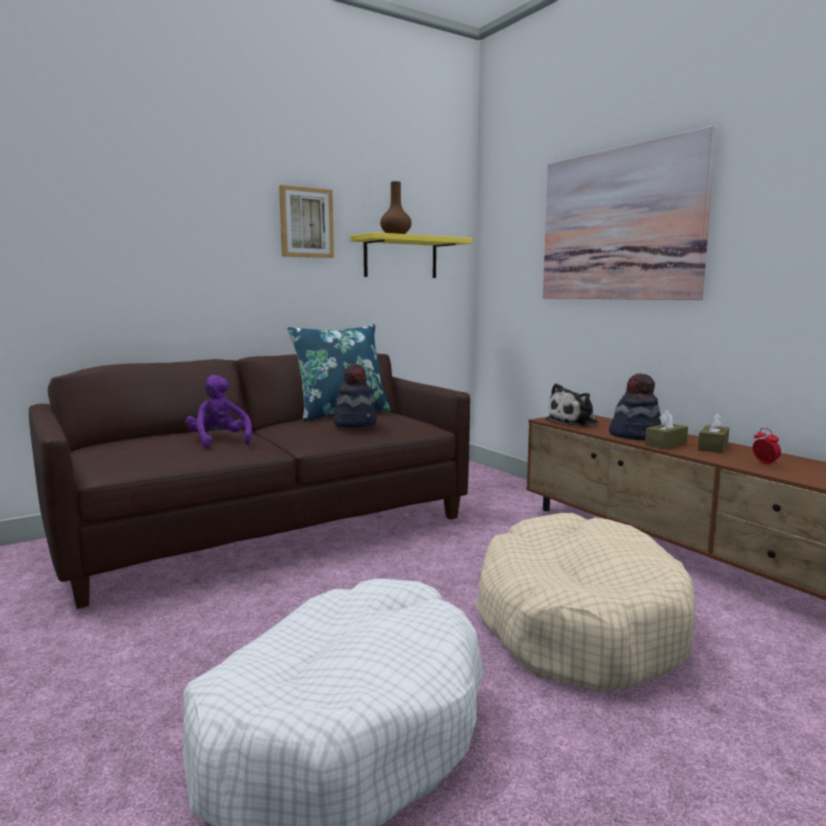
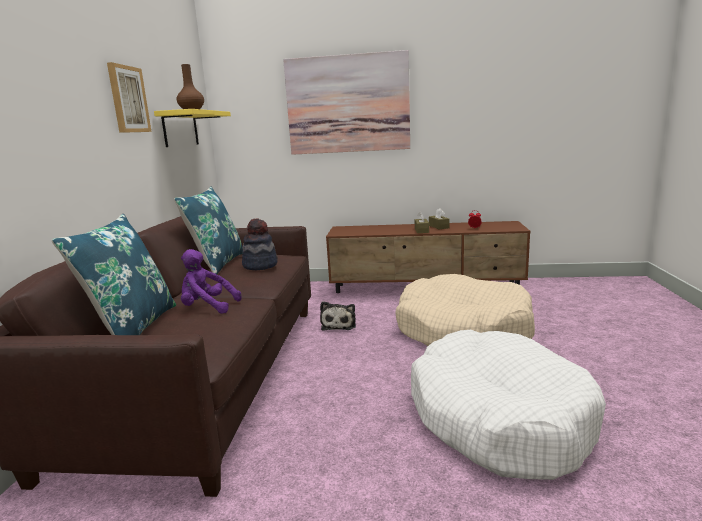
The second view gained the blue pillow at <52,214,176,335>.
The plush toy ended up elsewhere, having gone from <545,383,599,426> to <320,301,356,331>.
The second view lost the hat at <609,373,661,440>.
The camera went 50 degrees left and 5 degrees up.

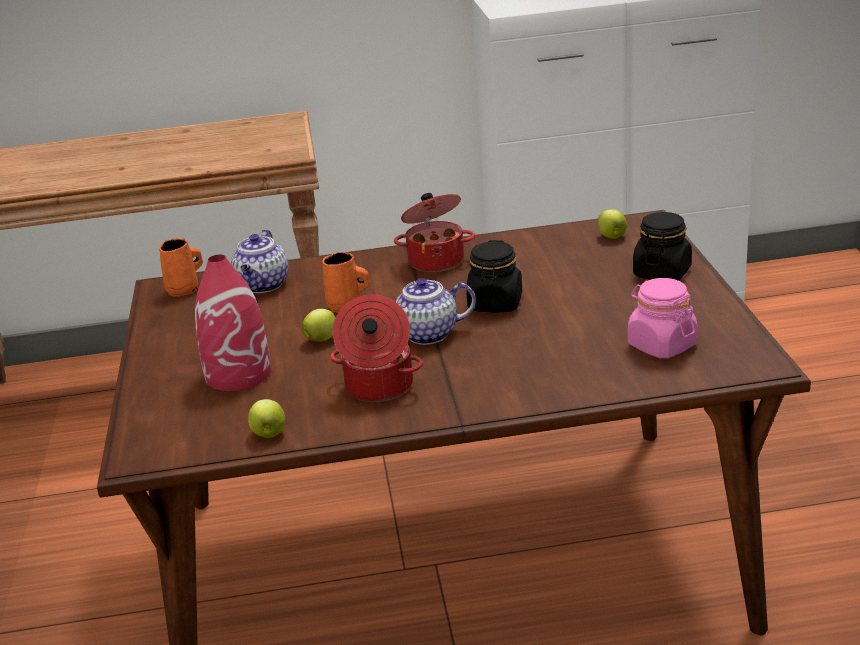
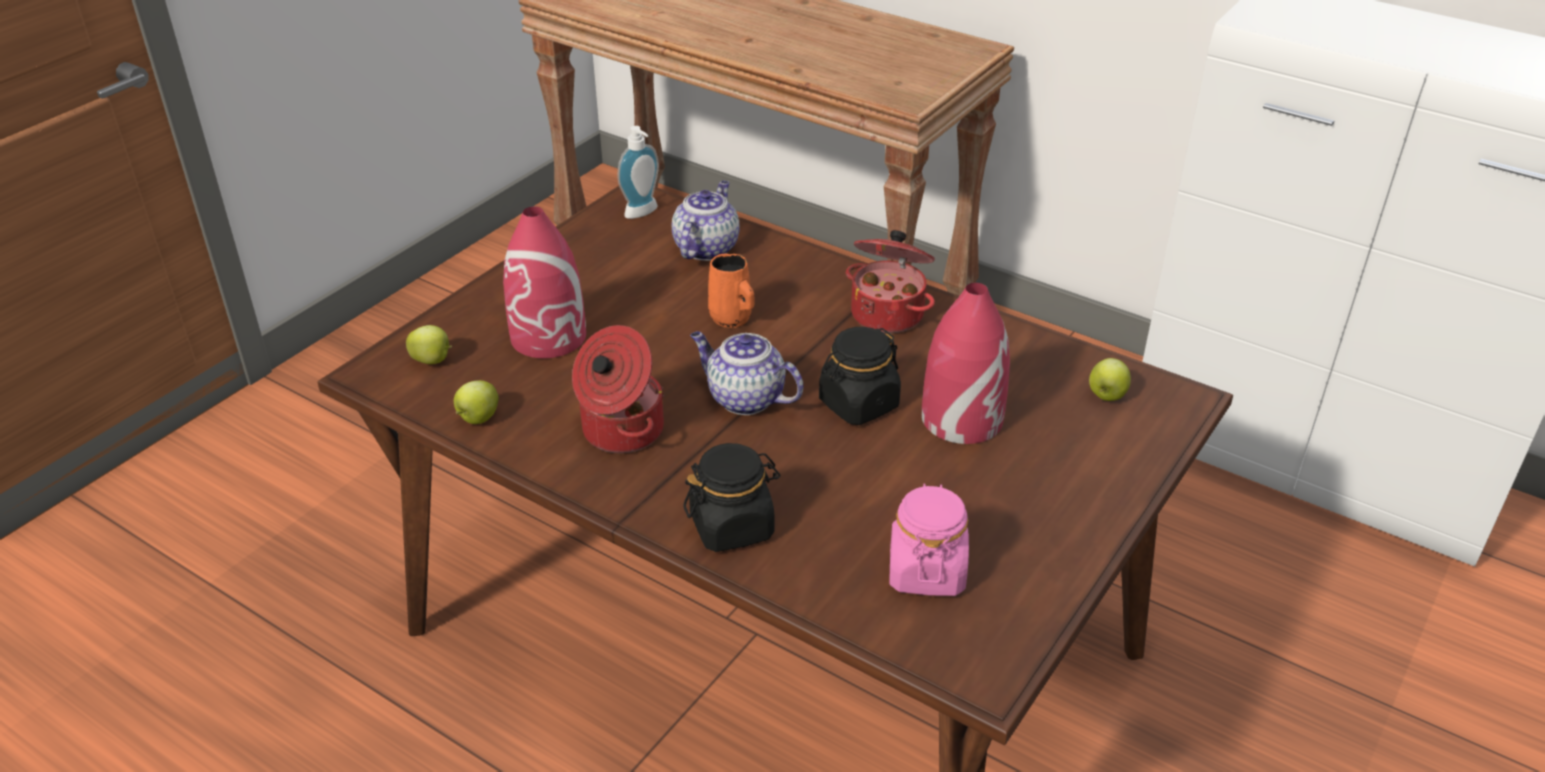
The apple ended up elsewhere, having gone from <302,309,335,342> to <406,325,452,364>.
Where the orange mug stood at <159,238,203,297>, the soap dispenser came to stand at <618,126,659,219>.
The teapot at <231,229,289,293> ended up facing another way, 150 degrees clockwise from before.
The black jar ended up elsewhere, having gone from <633,212,692,281> to <683,443,781,552>.
The second view gained the red vase at <922,283,1010,444>.
The camera went 40 degrees right and 10 degrees up.

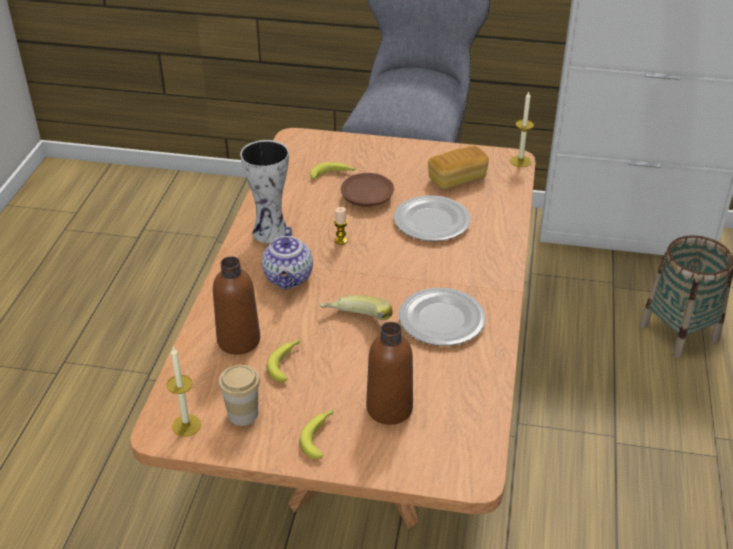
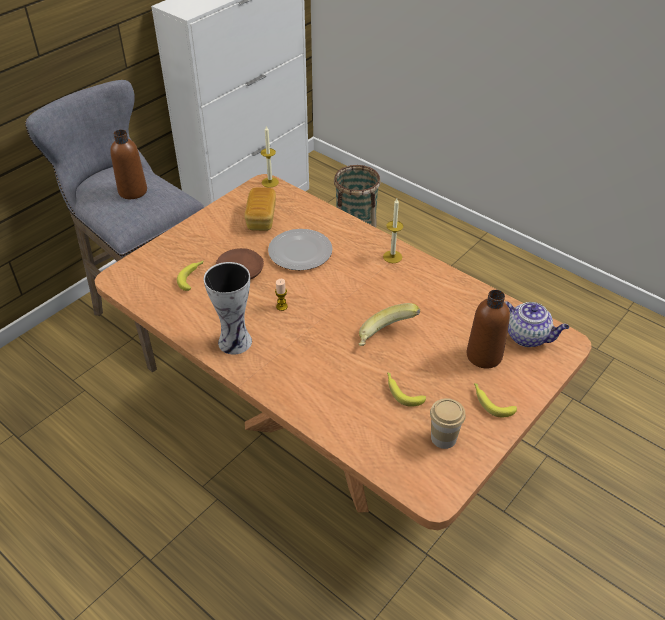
The brown bottle ended up elsewhere, having gone from <213,256,260,355> to <110,130,147,199>.
The candle ended up elsewhere, having gone from <167,347,201,437> to <383,199,403,263>.
The teapot ended up elsewhere, having gone from <262,226,313,290> to <505,301,569,347>.
The second view lost the plate at <399,288,486,346>.
The camera went 60 degrees left and 5 degrees up.

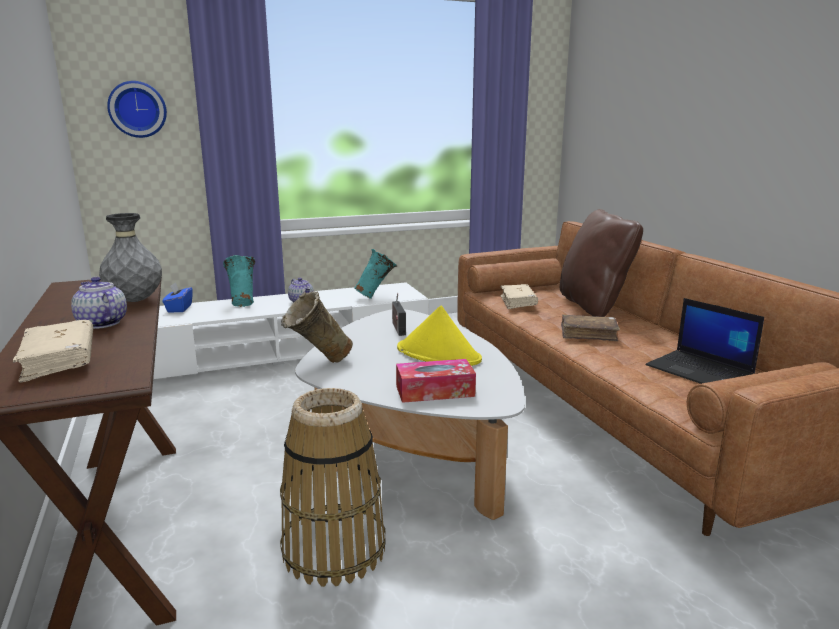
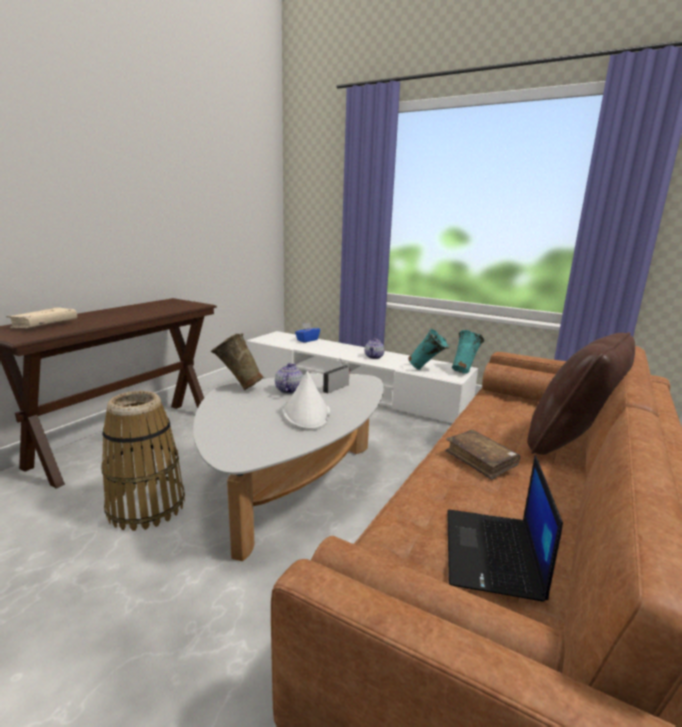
The teapot ended up elsewhere, having gone from <71,277,127,329> to <275,363,304,394>.
What was the yellow hat at <397,305,482,366> turned into the white hat at <282,371,330,431>.
The turquoise vase ended up elsewhere, having gone from <223,255,255,307> to <452,330,484,374>.
The second view lost the grey vase at <99,213,162,302>.
The second view lost the wall clock at <107,81,167,138>.
The second view lost the tissue box at <396,359,476,403>.
The second view lost the beige book at <500,284,538,309>.
The camera went 50 degrees right and 0 degrees up.

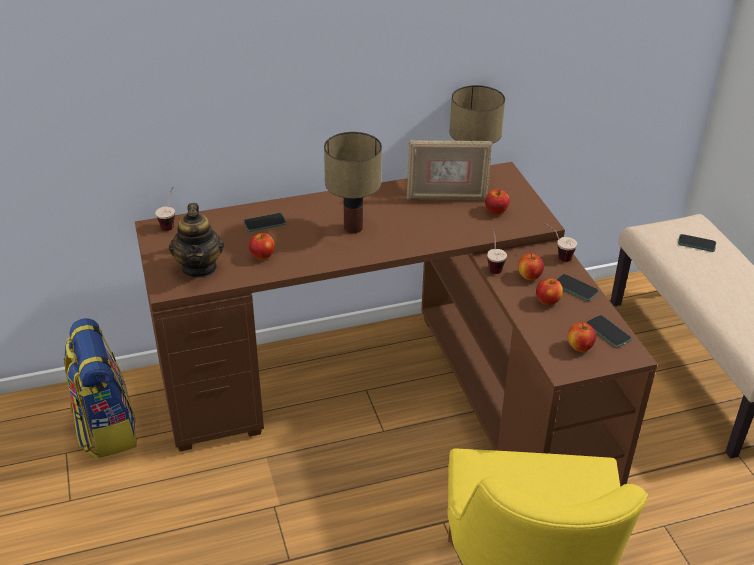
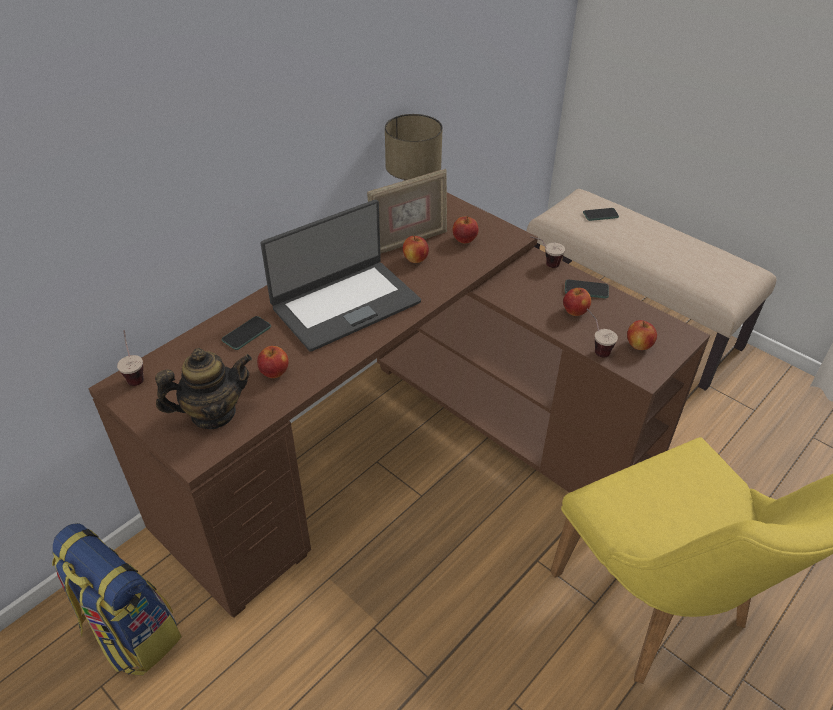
The teapot at <169,203,224,278> ended up facing another way, 75 degrees counterclockwise from before.
Where the table lamp stood at <324,132,382,233>, the laptop came to stand at <261,200,421,352>.
The apple ended up elsewhere, having gone from <518,253,544,280> to <403,236,429,263>.
The cup ended up elsewhere, having gone from <487,228,507,274> to <587,308,618,358>.
The second view lost the phone at <586,315,632,348>.
The camera went 30 degrees left and 5 degrees up.

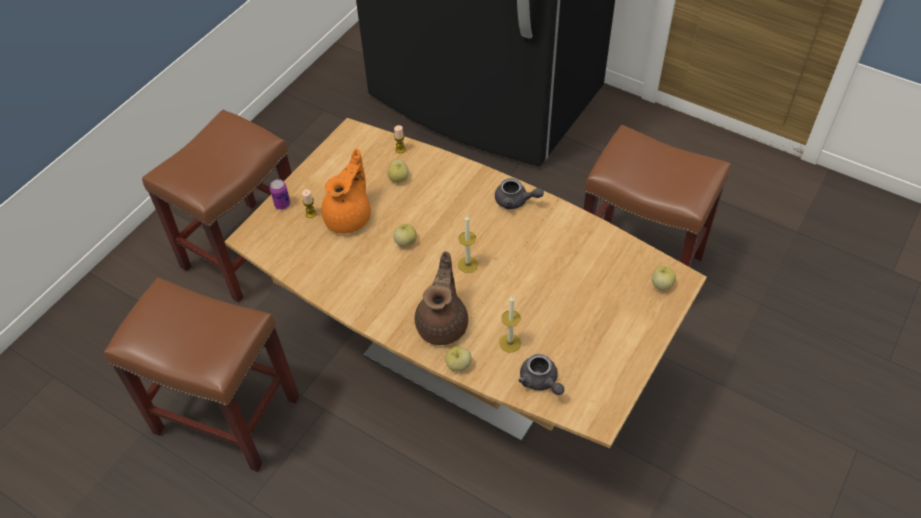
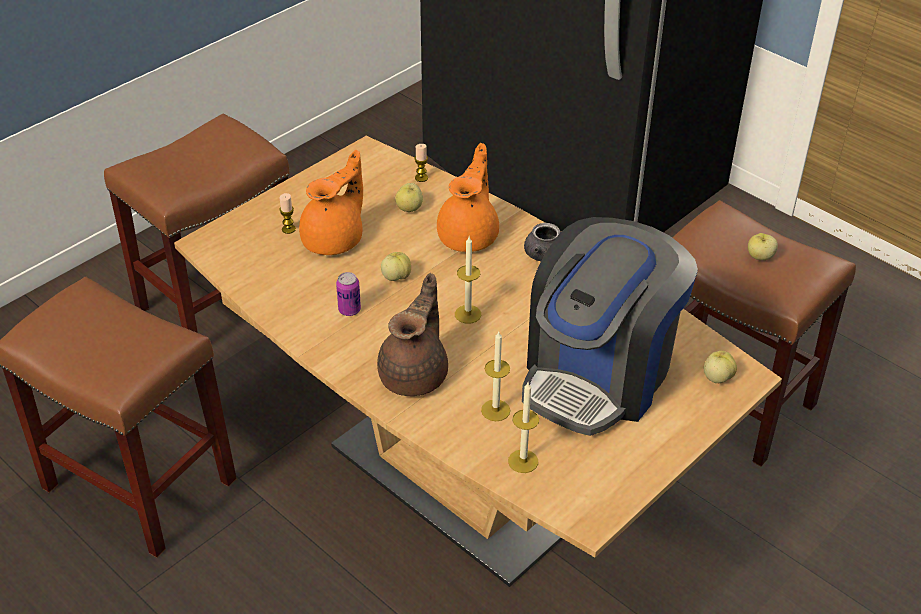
The can ended up elsewhere, having gone from <270,179,290,210> to <336,272,361,316>.
The second view gained the orange teapot at <437,143,499,252>.
Where the grey teapot stood at <519,354,564,395>, the candle came to stand at <508,381,539,473>.
The second view gained the coffee machine at <522,217,698,436>.
The apple ended up elsewhere, having gone from <445,346,472,371> to <748,233,778,260>.
The camera went 10 degrees right and 10 degrees down.

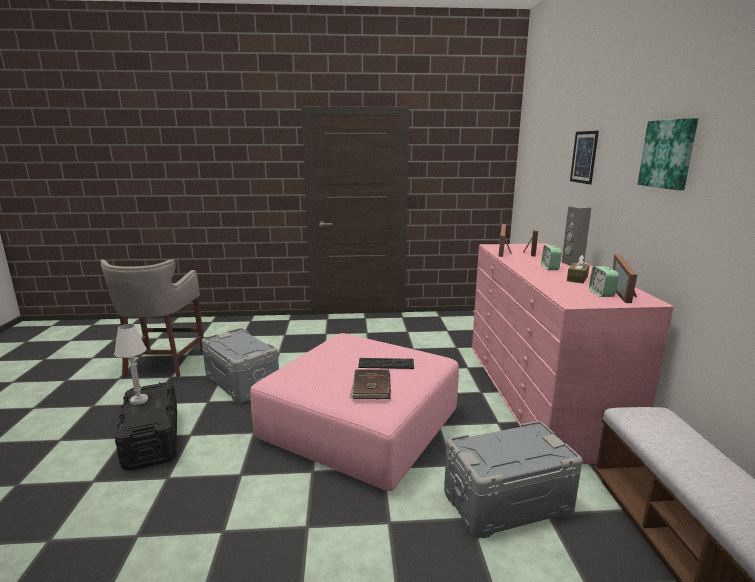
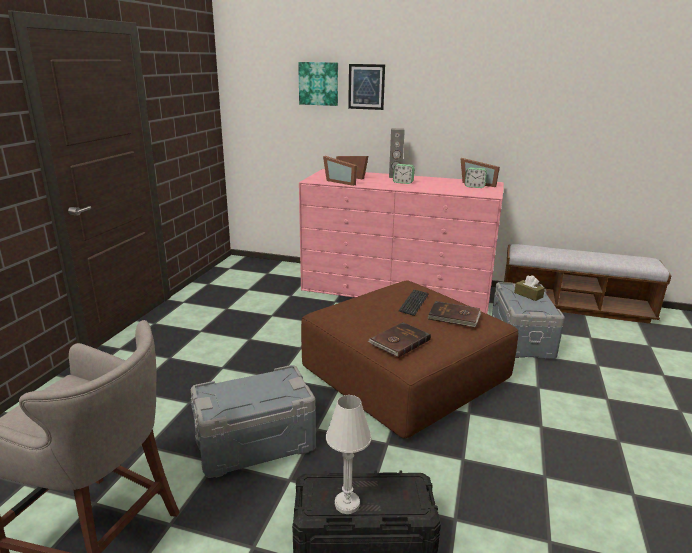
The picture ended up elsewhere, having gone from <638,118,698,190> to <298,62,338,106>.
What was the pink ottoman at <250,333,459,491> turned into the brown ottoman at <301,281,518,439>.
The second view gained the brown book at <368,322,431,358>.
The brown tissue box ended up elsewhere, having gone from <567,255,590,283> to <514,275,545,301>.
The camera went 70 degrees left and 5 degrees up.

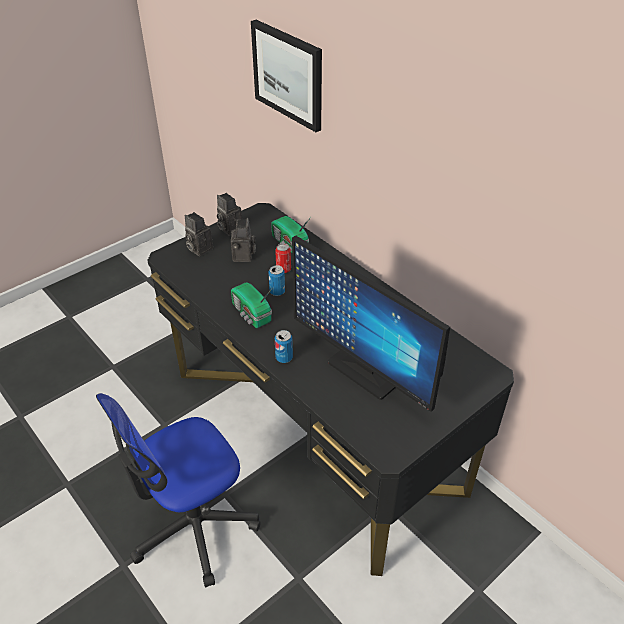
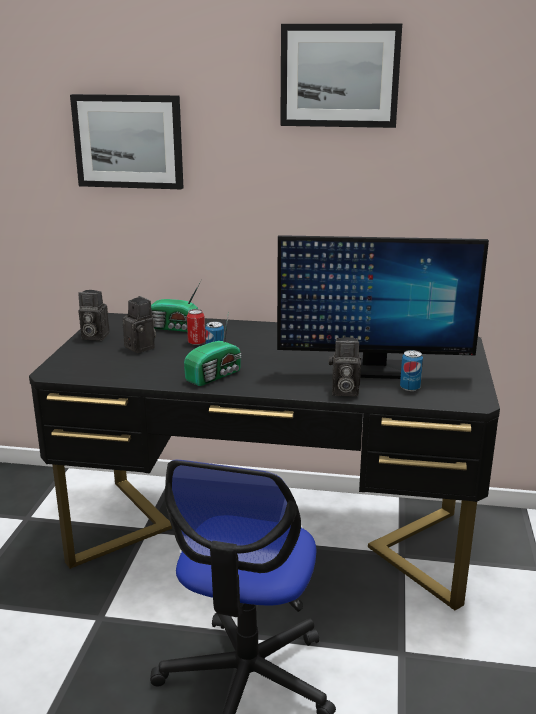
The radio at <231,282,272,328> ended up facing another way, 60 degrees counterclockwise from before.
The second view gained the picture at <280,24,402,128>.
The photo camera ended up elsewhere, having gone from <185,212,213,256> to <329,337,361,397>.
The can ended up elsewhere, having gone from <275,330,293,363> to <400,350,423,391>.
The camera went 40 degrees left and 20 degrees down.

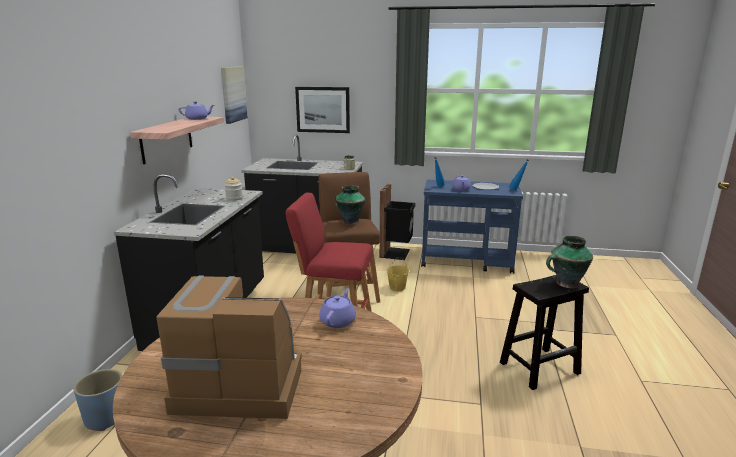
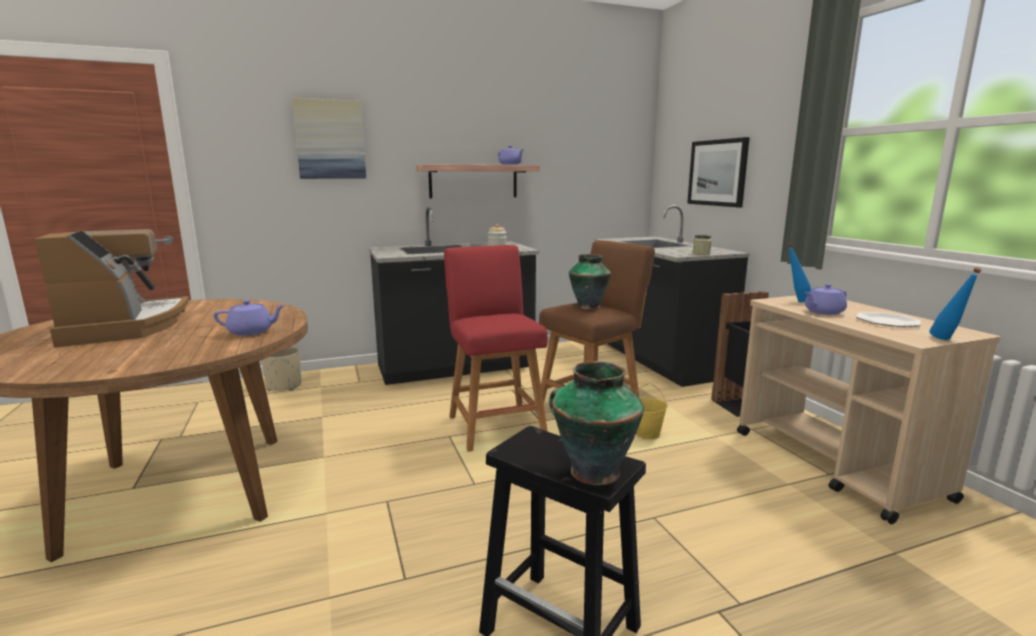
What was the blue planter at <73,369,122,431> turned into the beige planter at <261,347,301,391>.
The picture ended up elsewhere, having gone from <221,66,248,124> to <292,98,366,179>.
What was the blue cart at <421,180,523,273> turned into the beige cart at <737,296,1001,524>.
The camera went 60 degrees right and 5 degrees down.

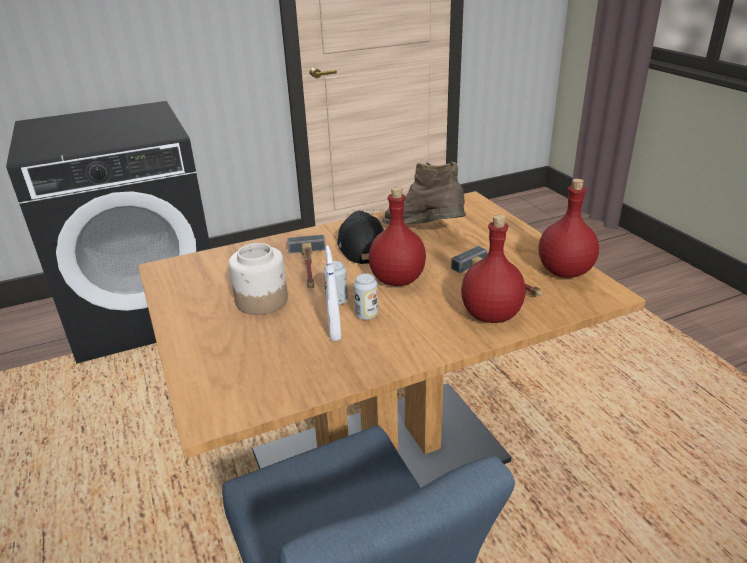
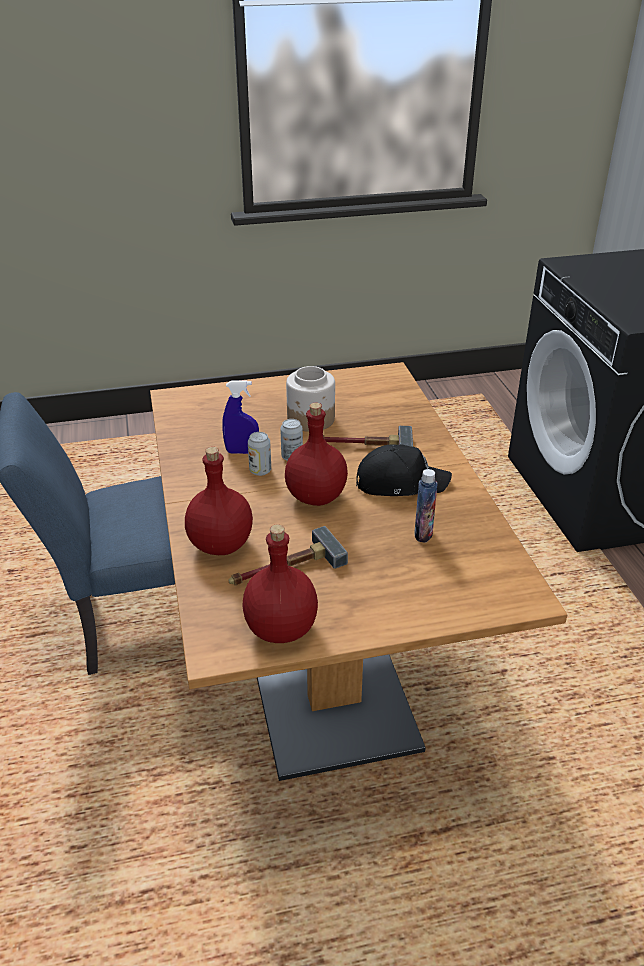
What was the white spray bottle at <325,246,341,341> turned into the blue spray bottle at <222,380,259,454>.
Where the brown boot stood at <382,162,466,225>, the bottle came to stand at <414,469,438,543>.
The camera went 100 degrees right and 5 degrees up.

